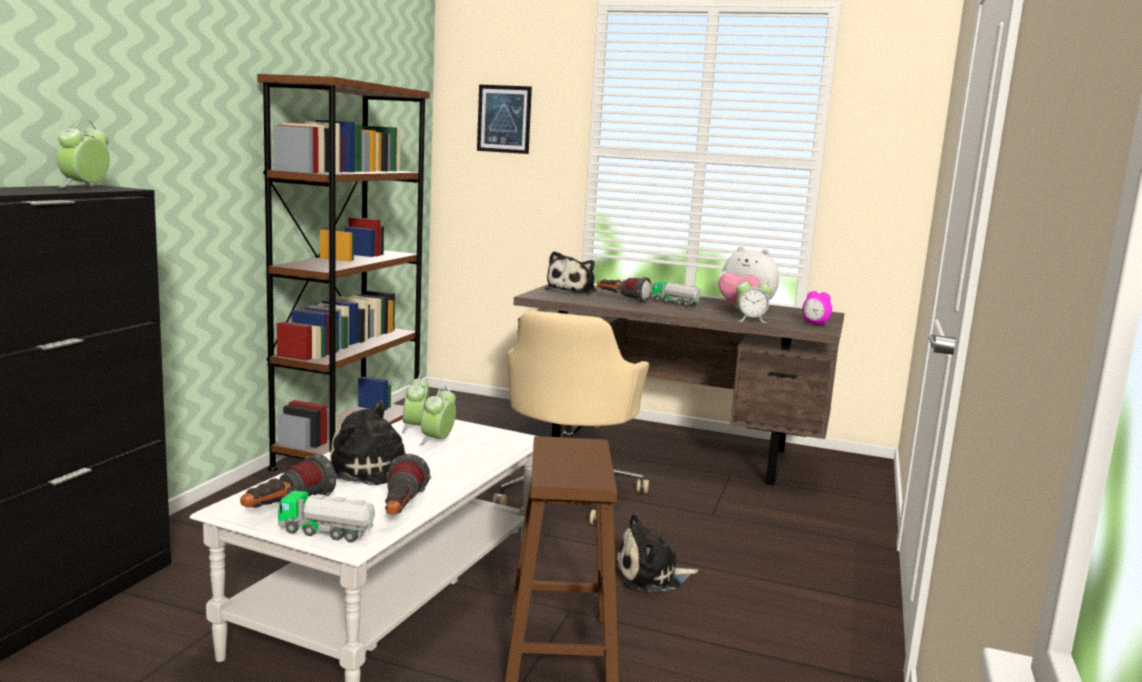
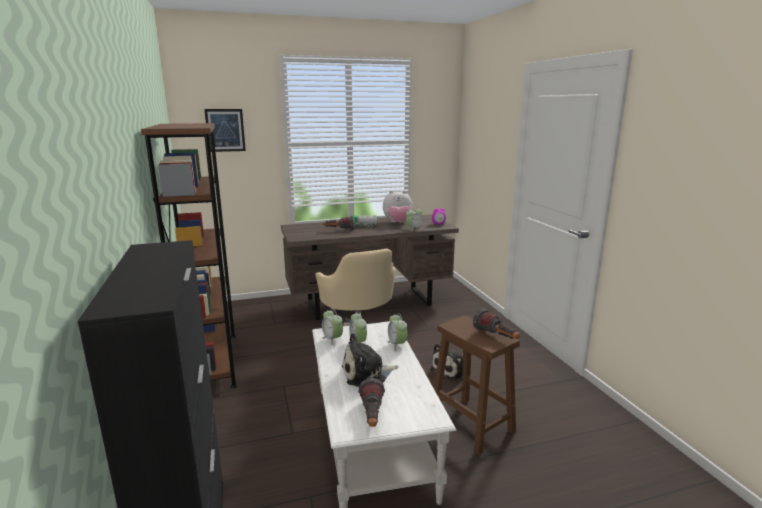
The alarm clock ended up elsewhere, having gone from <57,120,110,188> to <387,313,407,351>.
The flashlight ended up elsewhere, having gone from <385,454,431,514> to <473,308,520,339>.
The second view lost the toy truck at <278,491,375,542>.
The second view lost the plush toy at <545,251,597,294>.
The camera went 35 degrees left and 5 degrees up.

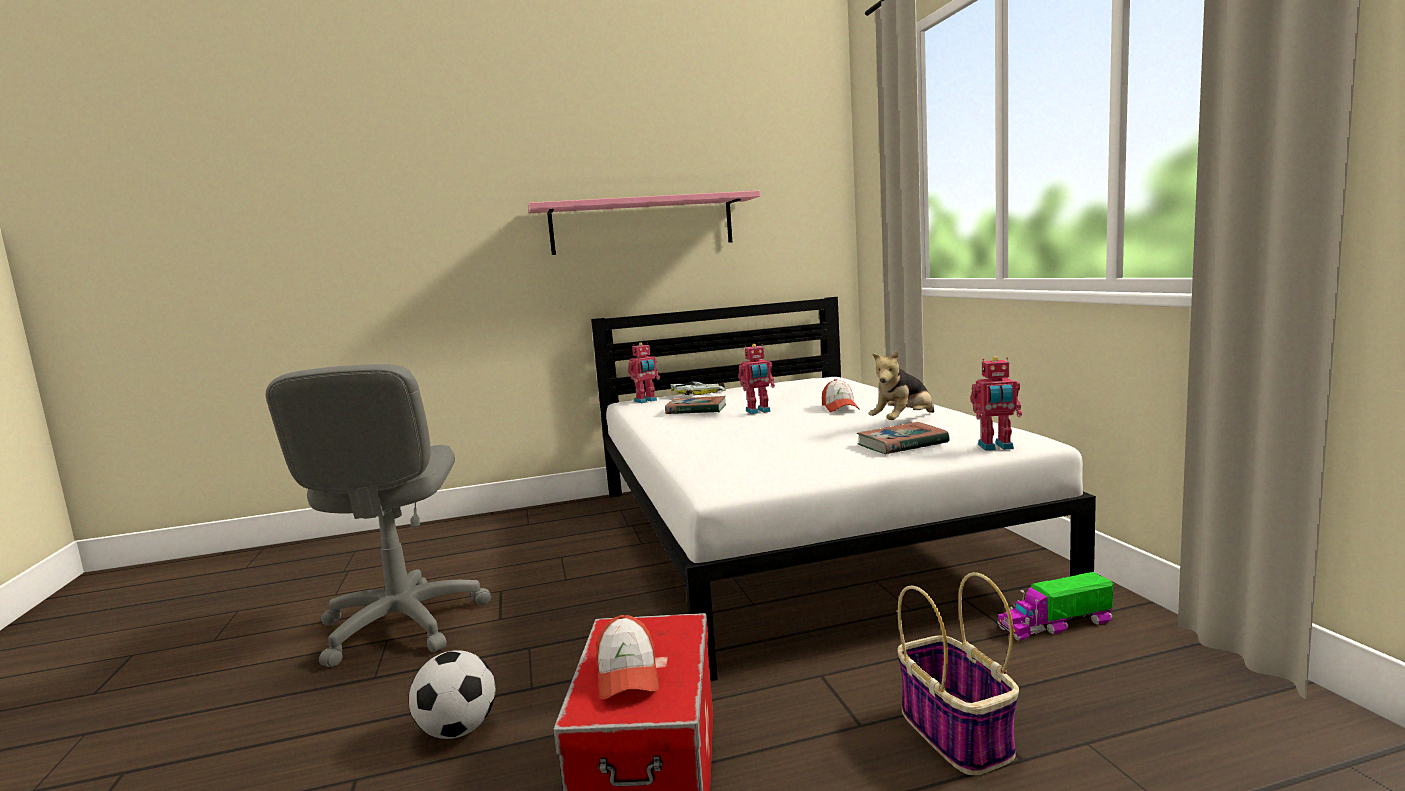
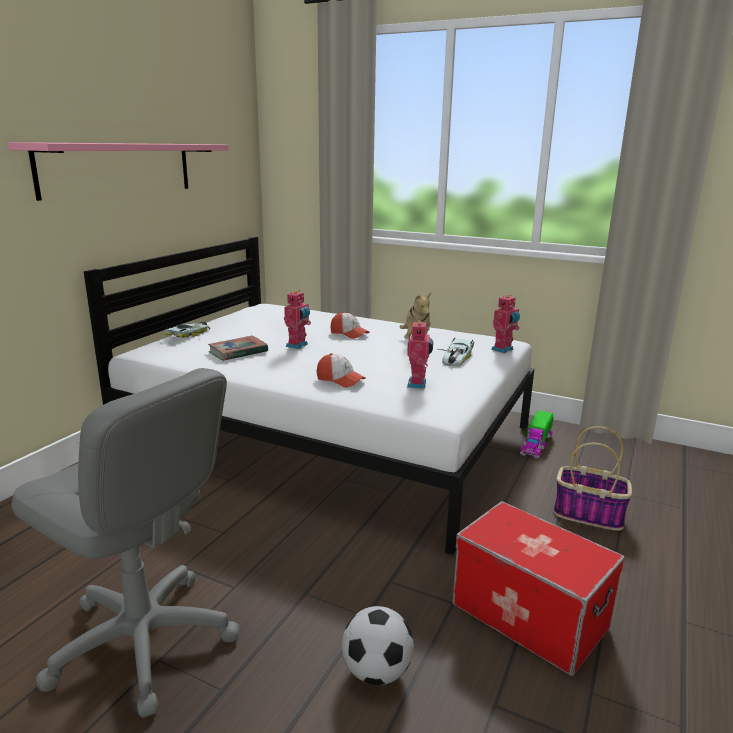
The cap ended up elsewhere, having gone from <596,615,659,700> to <317,353,366,387>.
The toy robot ended up elsewhere, having gone from <628,342,660,403> to <407,320,433,389>.
Where the book stood at <857,422,950,454>, the toy car came to stand at <438,338,474,366>.
The camera went 50 degrees left and 10 degrees up.

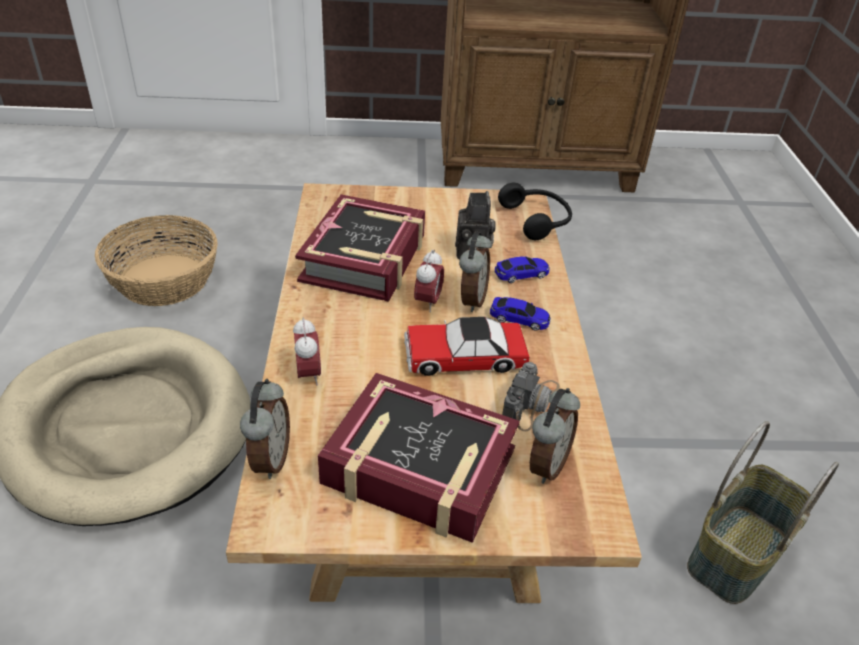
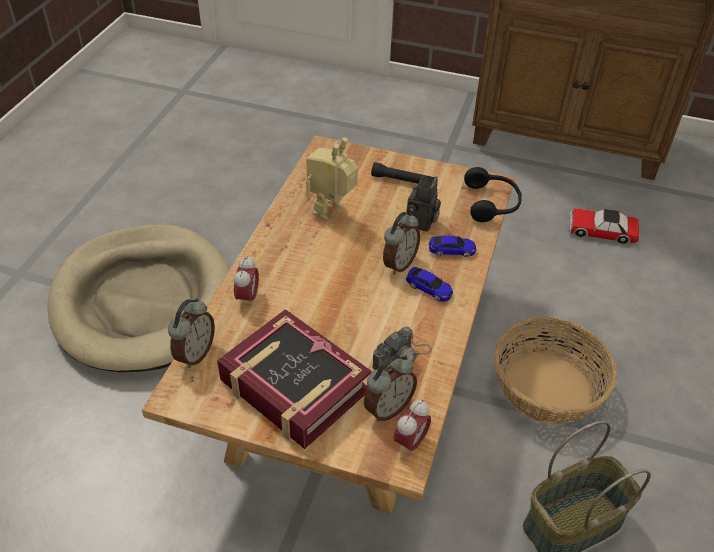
Where the book stood at <295,194,425,302>, the toy robot came to stand at <306,137,358,220>.
The second view gained the black flashlight at <371,162,427,184>.
The alarm clock ended up elsewhere, having gone from <414,250,444,312> to <394,400,431,456>.
The basket ended up elsewhere, having gone from <95,215,218,306> to <494,317,617,424>.
The toy car ended up elsewhere, having gone from <404,317,530,376> to <569,208,639,244>.
The camera went 20 degrees right and 5 degrees up.

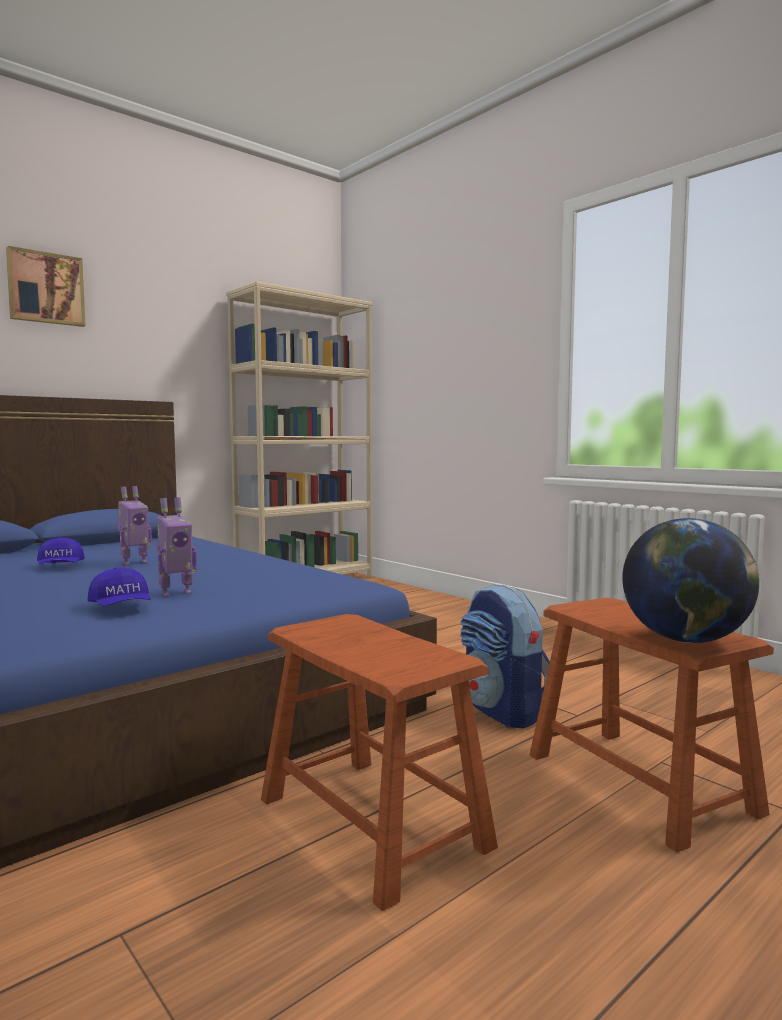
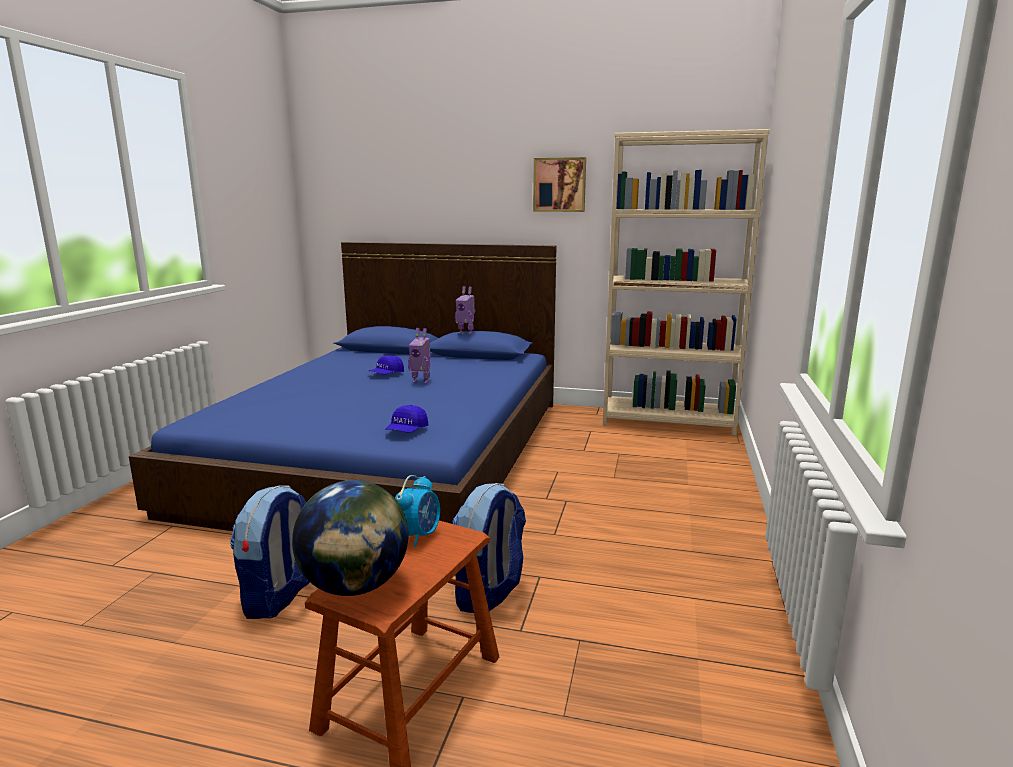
Where the brown stool stood at <261,614,498,911>, the backpack came to stand at <230,485,310,619>.
The blue cap ended up elsewhere, having gone from <87,568,151,606> to <386,405,429,433>.
The second view gained the alarm clock at <395,475,440,547>.
The toy robot ended up elsewhere, having gone from <157,497,197,597> to <455,286,475,334>.
The picture ended up elsewhere, having gone from <6,246,86,327> to <533,157,586,212>.
The camera went 55 degrees right and 10 degrees up.

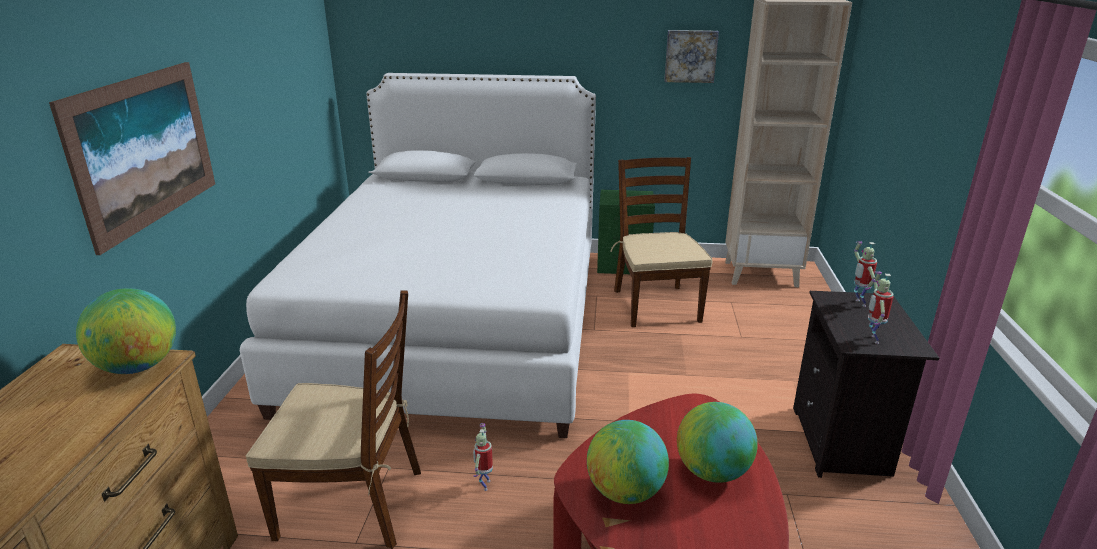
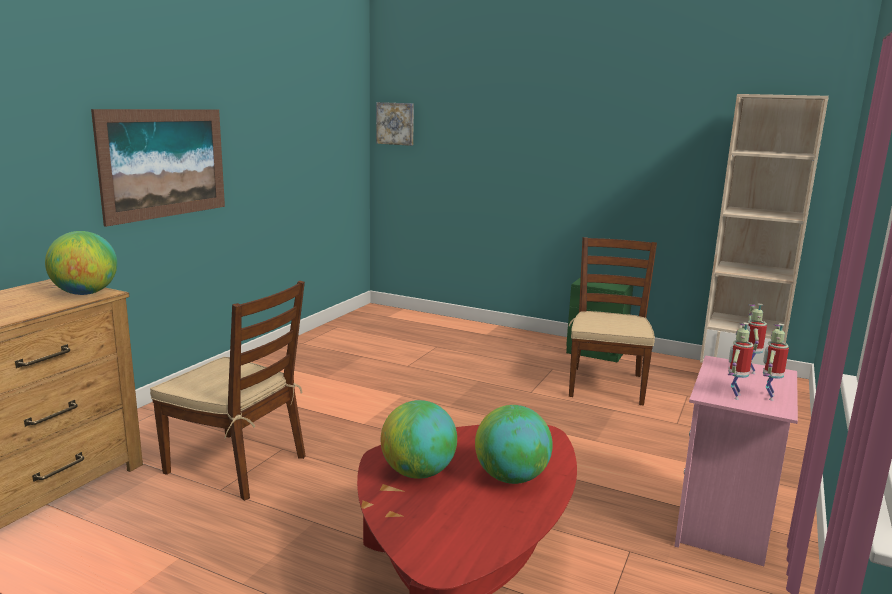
The picture ended up elsewhere, having gone from <664,30,719,83> to <376,102,414,146>.
What was the black nightstand at <793,291,939,478> turned into the pink nightstand at <674,355,798,566>.
The toy robot ended up elsewhere, having gone from <473,423,493,491> to <763,323,789,401>.
The second view lost the white bed at <240,73,596,438>.
The camera went 20 degrees right and 10 degrees down.

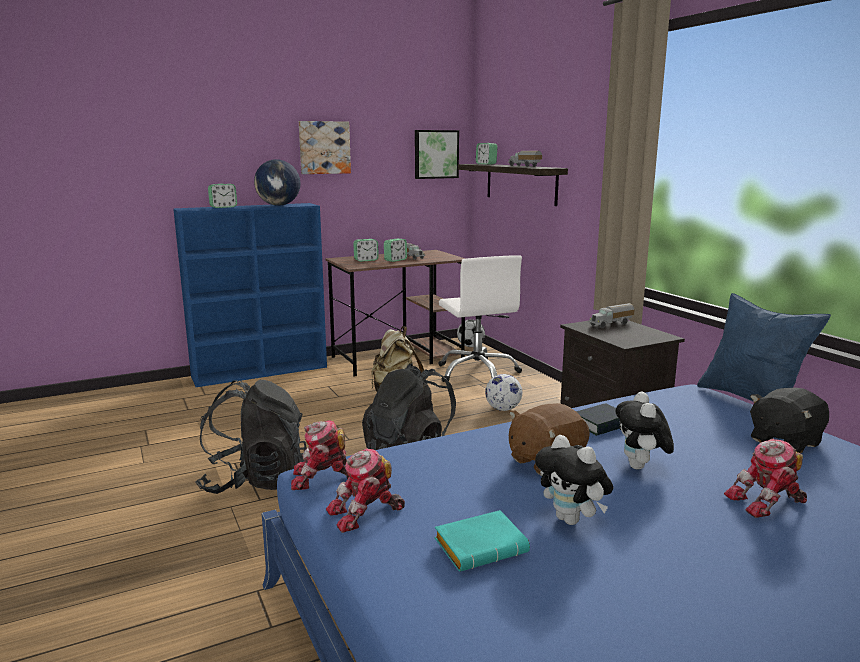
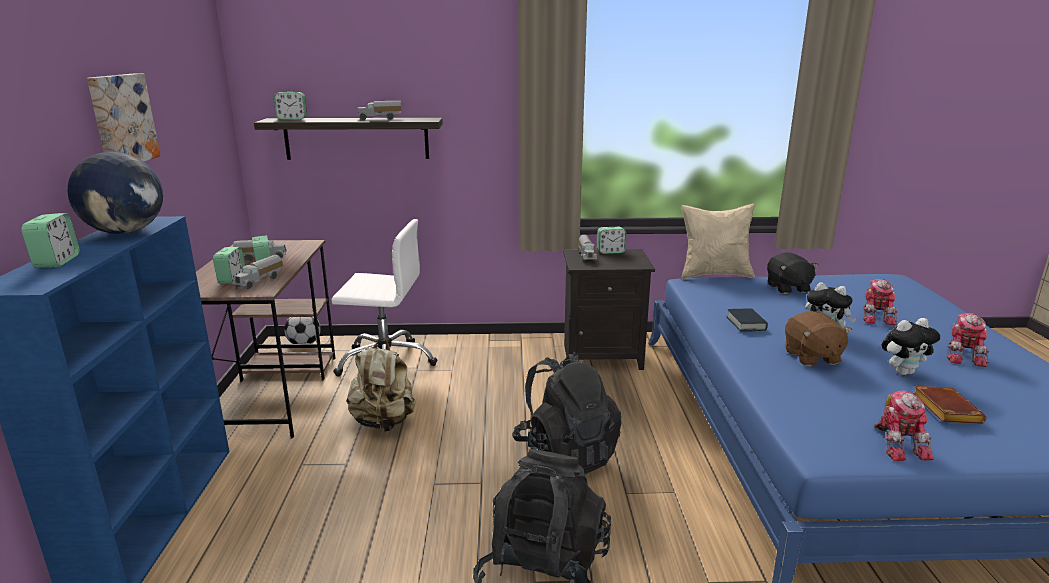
The second view gained the toy truck at <232,254,283,289>.
The second view gained the alarm clock at <597,227,626,254>.
What was the blue pillow at <697,293,831,402> turned into the beige pillow at <681,203,755,279>.
What was the turquoise book at <434,510,530,572> turned into the brown book at <913,386,987,424>.
The toy robot ended up elsewhere, having gone from <291,420,349,490> to <947,313,990,367>.
The second view lost the picture at <415,130,459,179>.
The second view lost the football at <485,374,522,411>.
The camera went 65 degrees left and 5 degrees up.

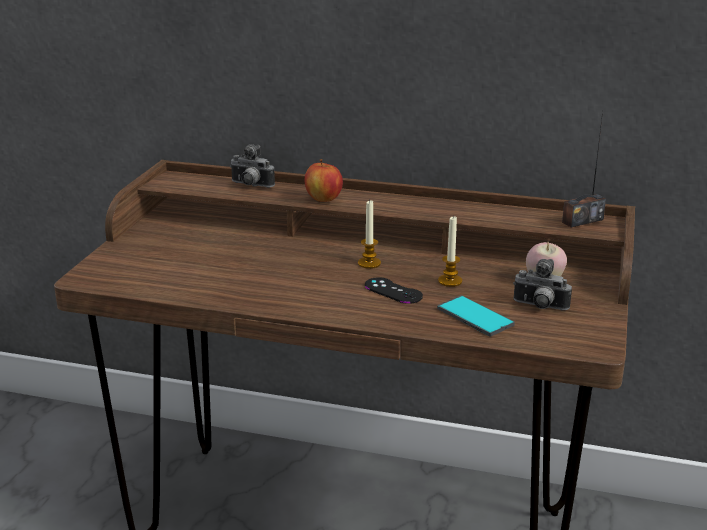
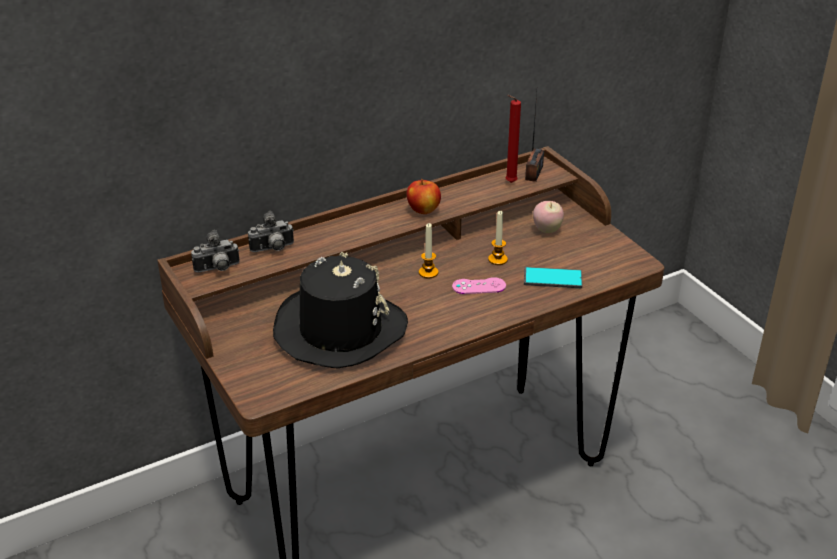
The photo camera ended up elsewhere, having gone from <513,259,572,310> to <191,230,240,272>.
The second view gained the black hat at <273,252,408,369>.
The apple ended up elsewhere, having gone from <305,159,343,202> to <407,179,441,214>.
What was the black game controller at <365,277,423,304> turned into the pink game controller at <452,277,506,294>.
The second view gained the red candle at <505,95,521,183>.
The camera went 45 degrees left and 10 degrees up.

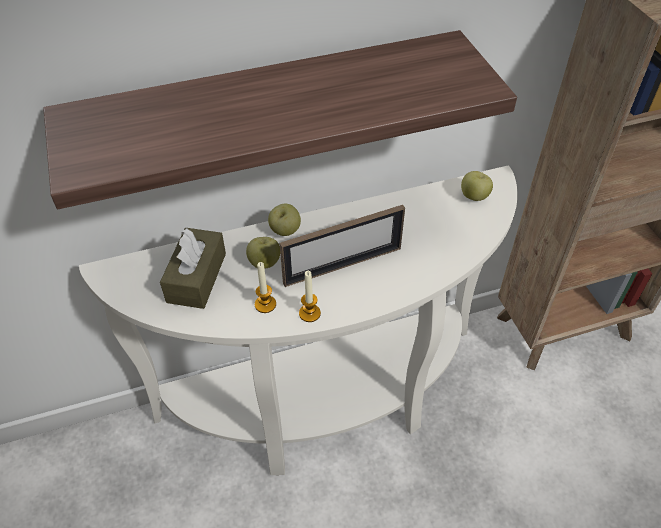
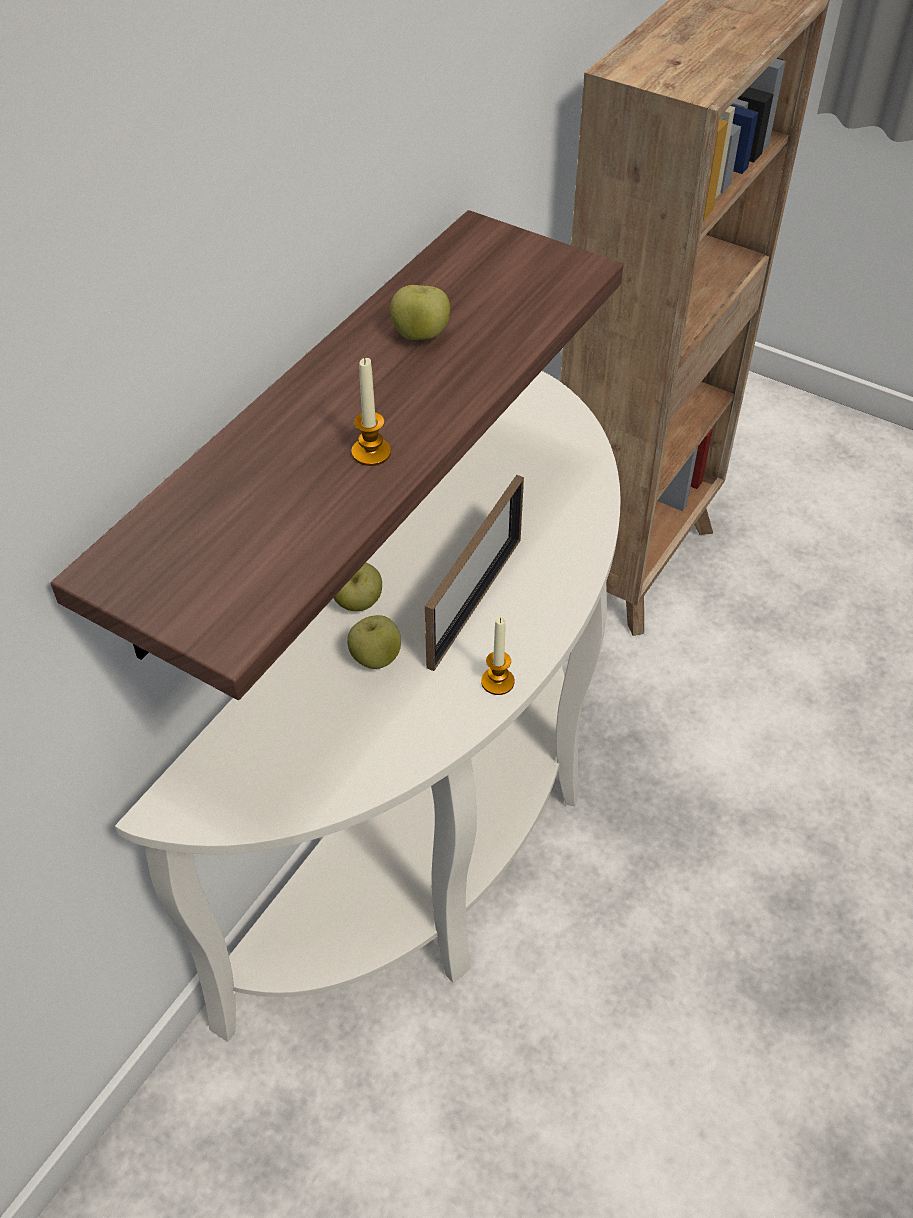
The candle ended up elsewhere, having gone from <255,262,276,313> to <351,358,391,466>.
The apple ended up elsewhere, having gone from <461,171,493,201> to <390,285,450,340>.
The second view lost the brown tissue box at <160,228,226,309>.
The camera went 40 degrees left and 0 degrees up.

